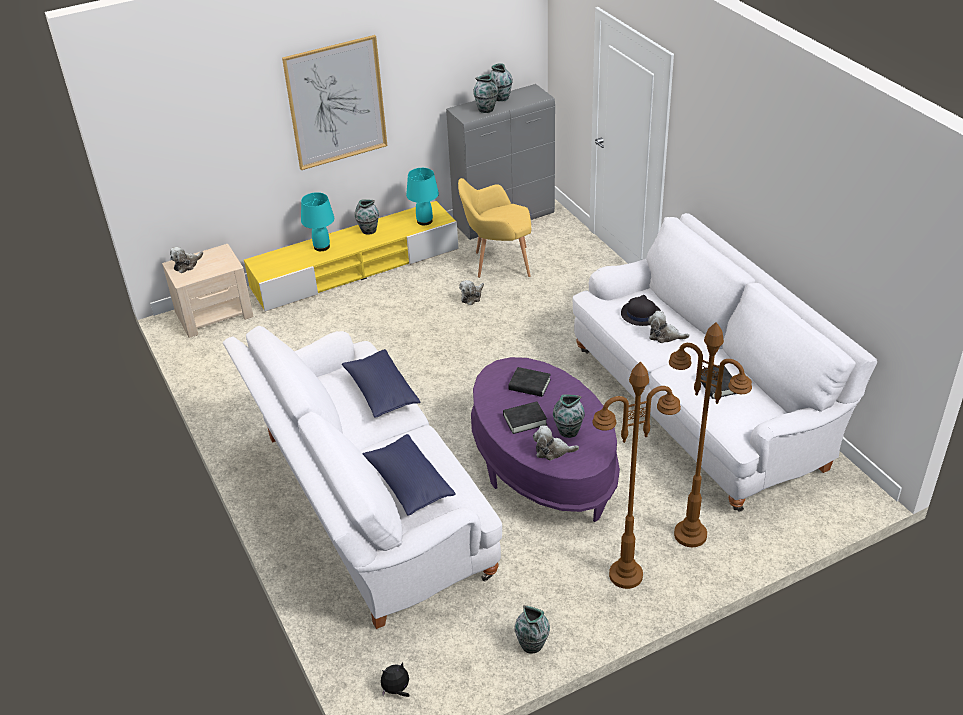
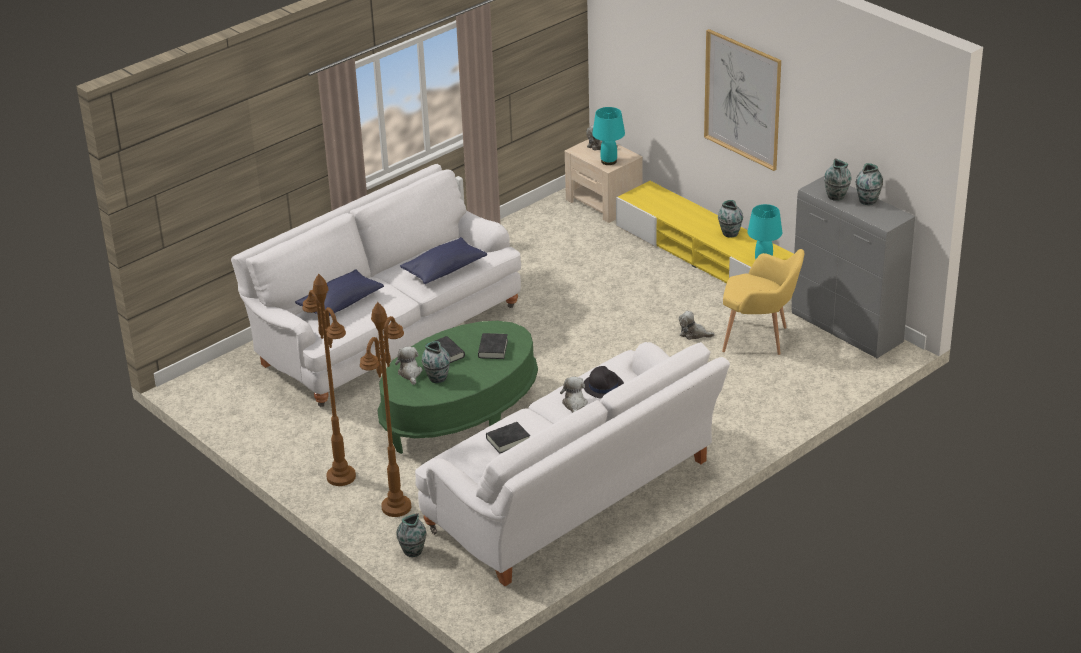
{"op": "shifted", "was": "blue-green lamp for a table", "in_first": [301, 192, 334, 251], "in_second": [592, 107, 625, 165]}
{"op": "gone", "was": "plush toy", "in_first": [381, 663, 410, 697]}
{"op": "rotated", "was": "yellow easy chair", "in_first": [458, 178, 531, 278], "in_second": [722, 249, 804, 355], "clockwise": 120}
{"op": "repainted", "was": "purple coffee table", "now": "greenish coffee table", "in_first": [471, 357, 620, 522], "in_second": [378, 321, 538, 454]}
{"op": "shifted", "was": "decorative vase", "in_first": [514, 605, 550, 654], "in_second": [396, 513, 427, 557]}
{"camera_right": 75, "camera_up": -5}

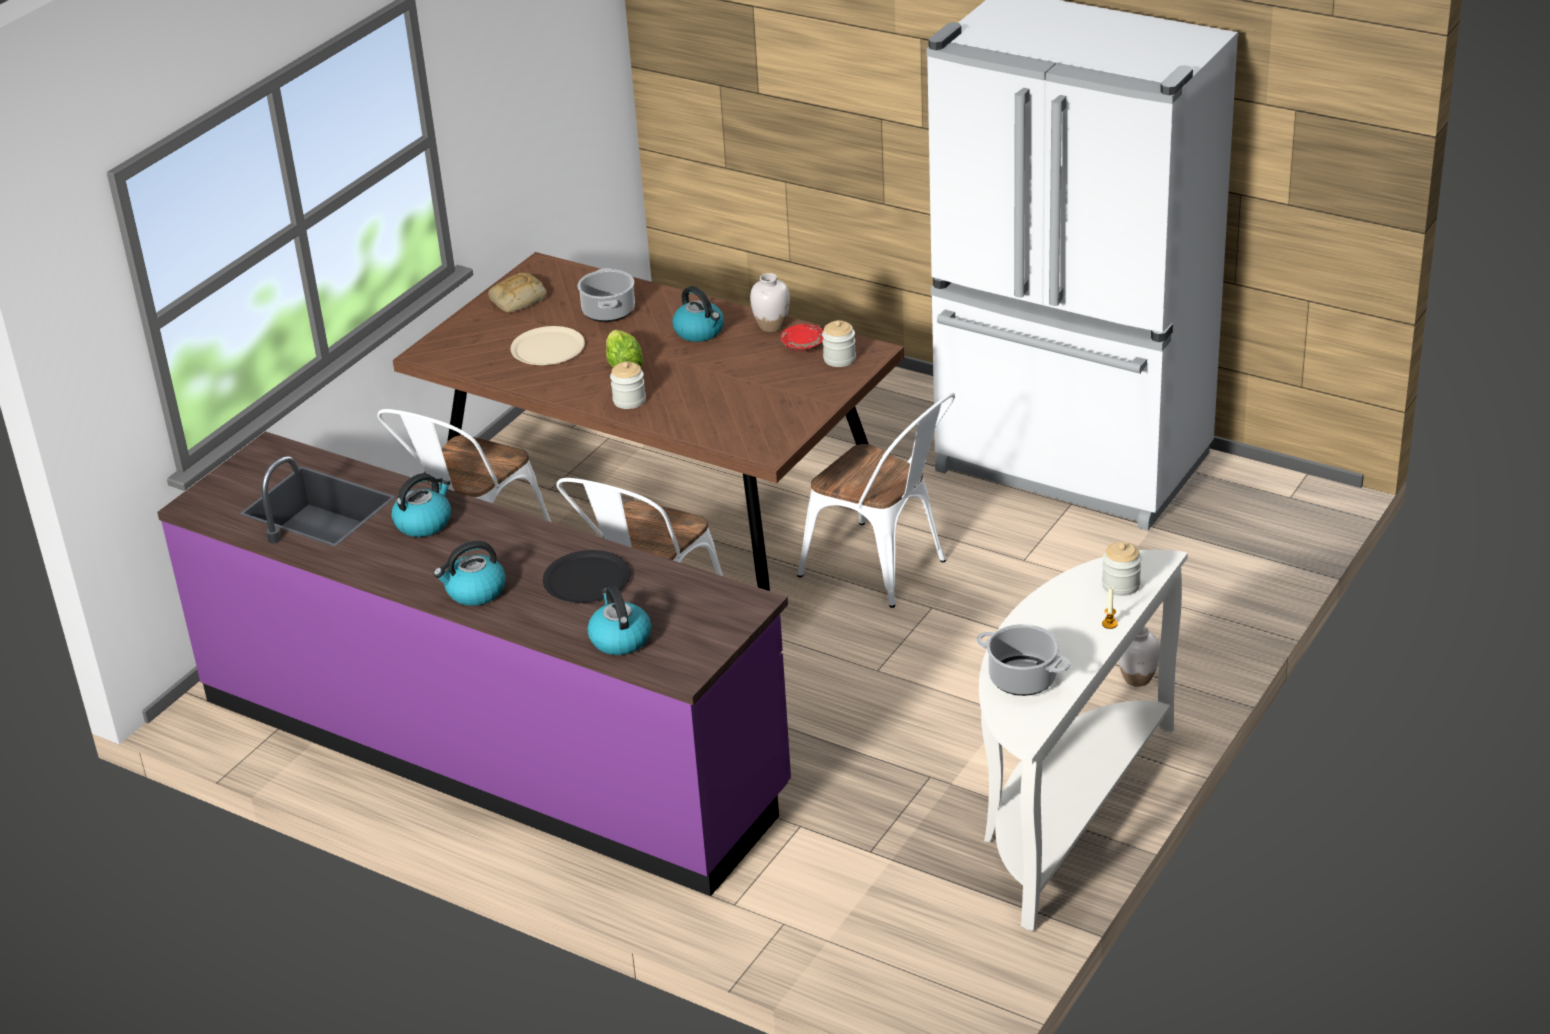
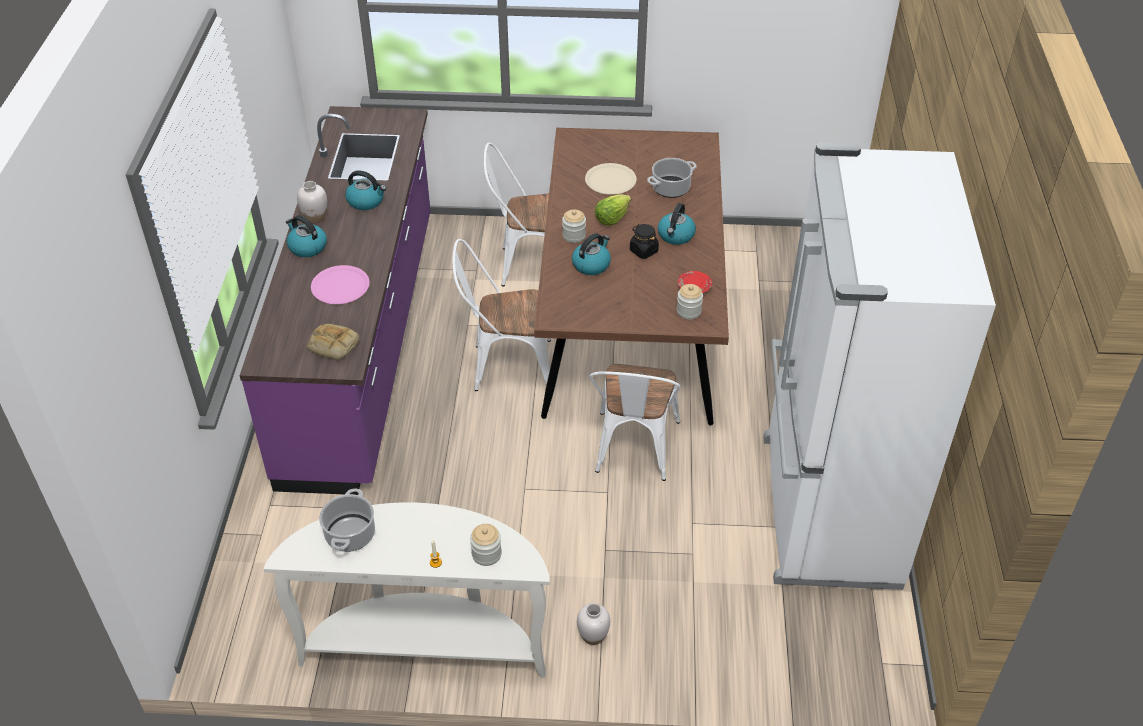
{"op": "shifted", "was": "bread", "in_first": [488, 273, 547, 313], "in_second": [307, 324, 359, 361]}
{"op": "repainted", "was": "blackish plate", "now": "pink-coloured plate", "in_first": [543, 550, 631, 603], "in_second": [311, 265, 370, 304]}
{"op": "shifted", "was": "kettle", "in_first": [587, 586, 651, 655], "in_second": [572, 233, 611, 275]}
{"op": "shifted", "was": "whitish decorative vase", "in_first": [750, 273, 790, 332], "in_second": [297, 181, 327, 224]}
{"op": "new", "now": "blackish storage jar", "in_second": [630, 224, 659, 259]}
{"camera_right": 60, "camera_up": 10}

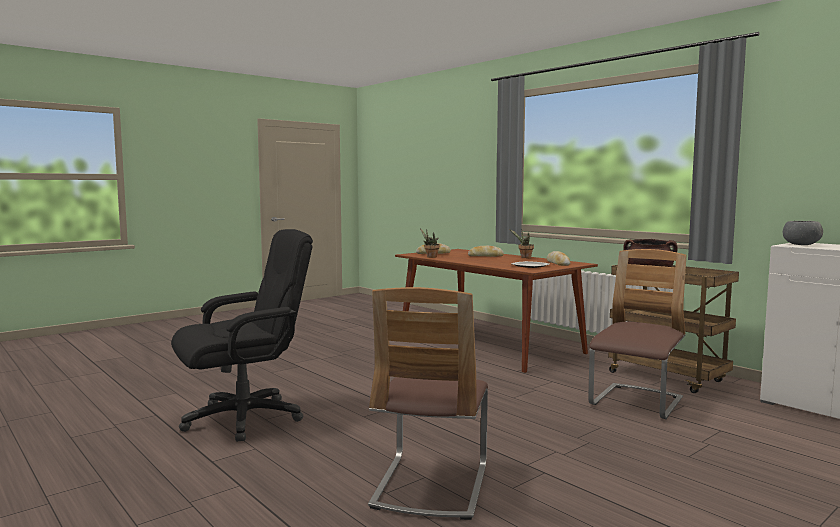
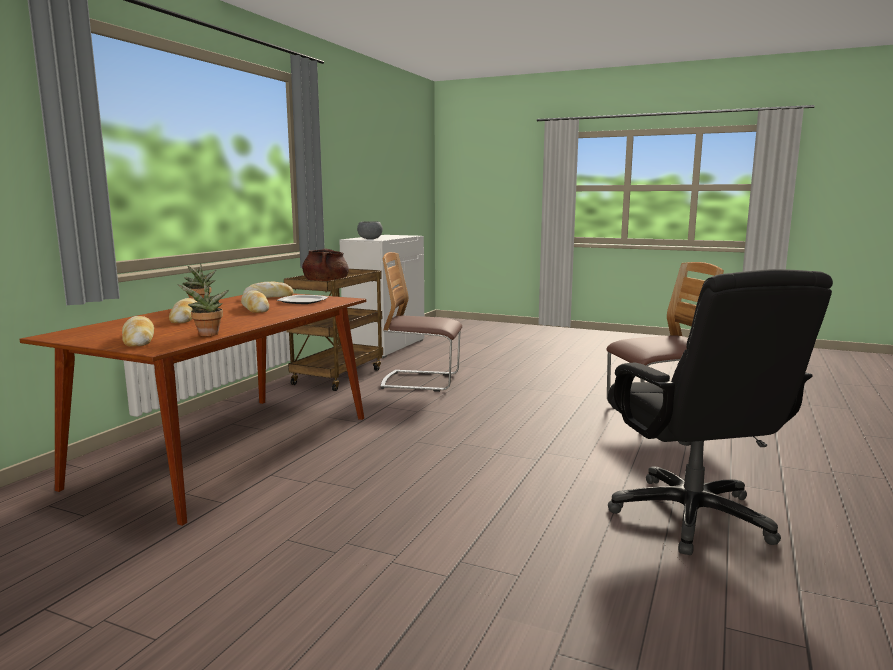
{"op": "rotated", "was": "blackish computer chair", "in_first": [171, 229, 313, 442], "in_second": [608, 269, 833, 555], "clockwise": -135}
{"op": "new", "now": "bread", "in_second": [241, 290, 269, 313]}
{"camera_right": -115, "camera_up": 5}

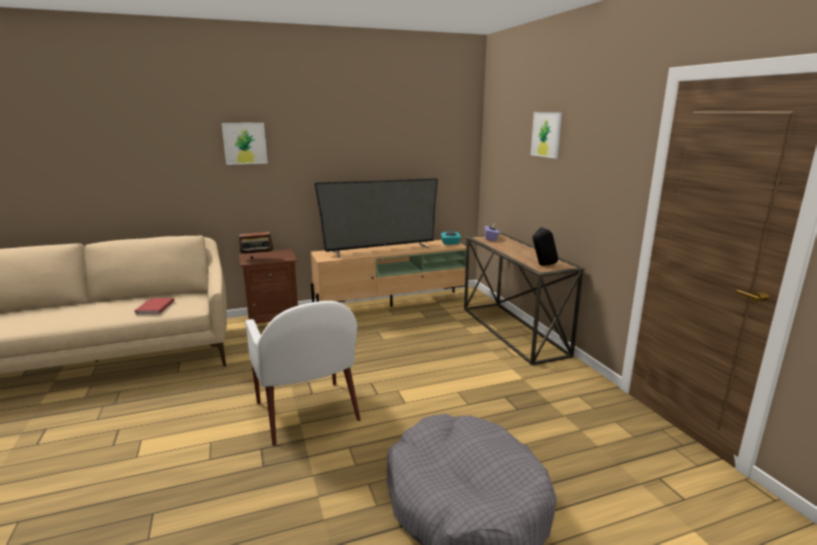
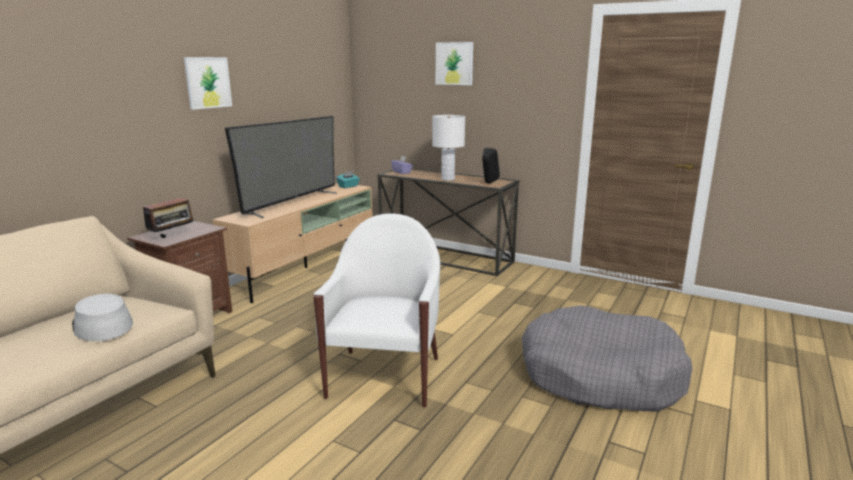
{"op": "swapped", "was": "reddish bound book", "now": "greyish wearable hat", "in_first": [134, 298, 174, 314], "in_second": [72, 294, 133, 341]}
{"op": "shifted", "was": "picture", "in_first": [221, 123, 267, 165], "in_second": [184, 57, 232, 110]}
{"op": "rotated", "was": "whitish easy chair", "in_first": [245, 301, 361, 446], "in_second": [313, 214, 440, 408], "clockwise": -105}
{"op": "new", "now": "whitish lamp for a table", "in_second": [432, 115, 465, 181]}
{"camera_right": -40, "camera_up": 0}

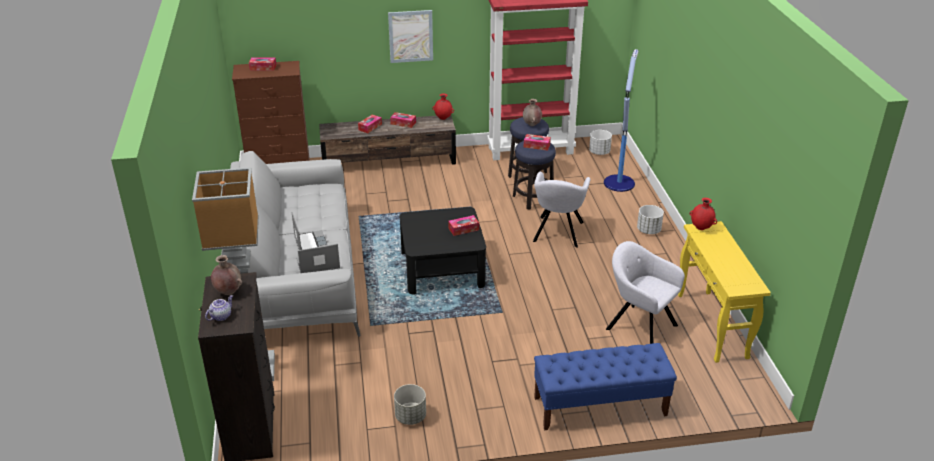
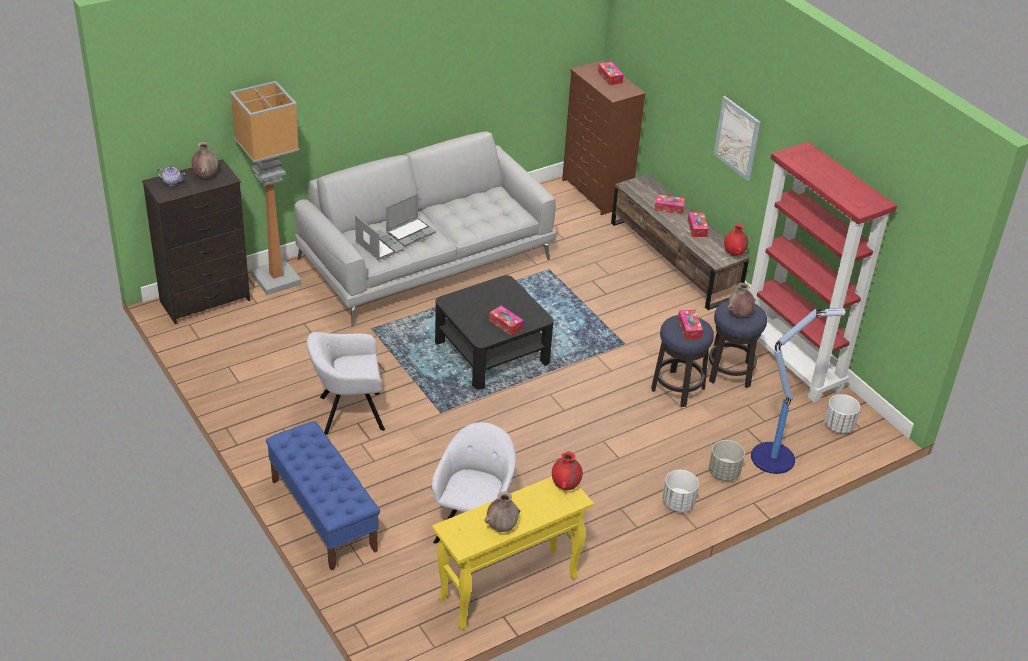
{"op": "shifted", "was": "greyish flower pot", "in_first": [394, 384, 426, 425], "in_second": [709, 440, 745, 481]}
{"op": "shifted", "was": "greyish easy chair", "in_first": [533, 172, 591, 248], "in_second": [307, 332, 385, 435]}
{"op": "new", "now": "brown-coloured decorative vase", "in_second": [484, 492, 520, 532]}
{"camera_right": 65, "camera_up": 5}

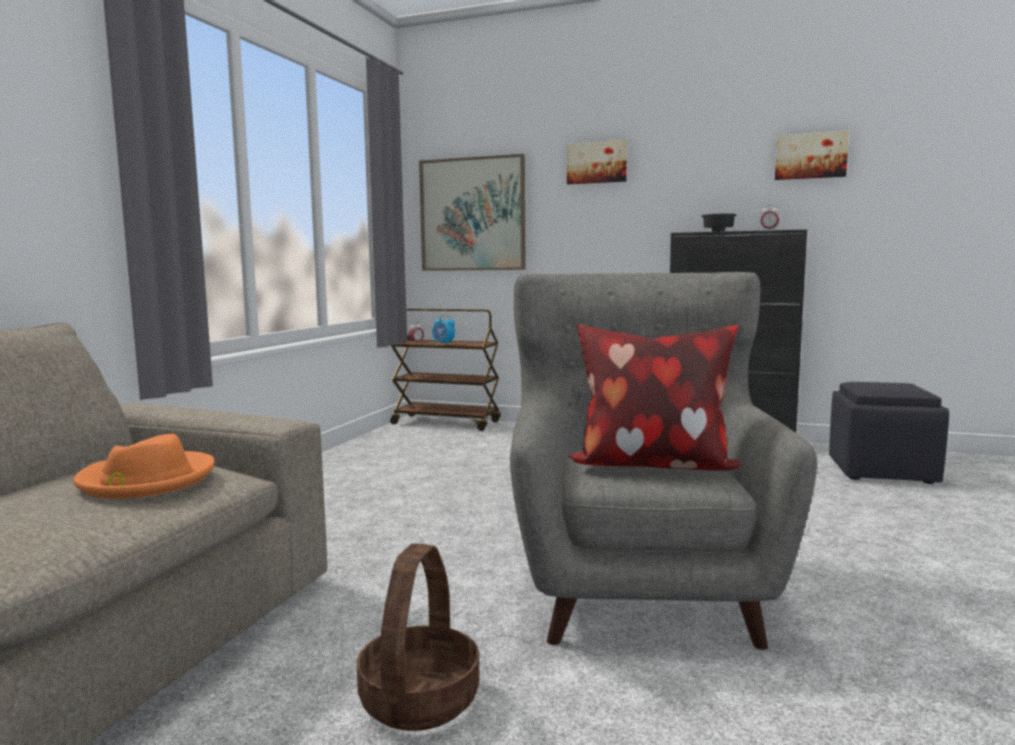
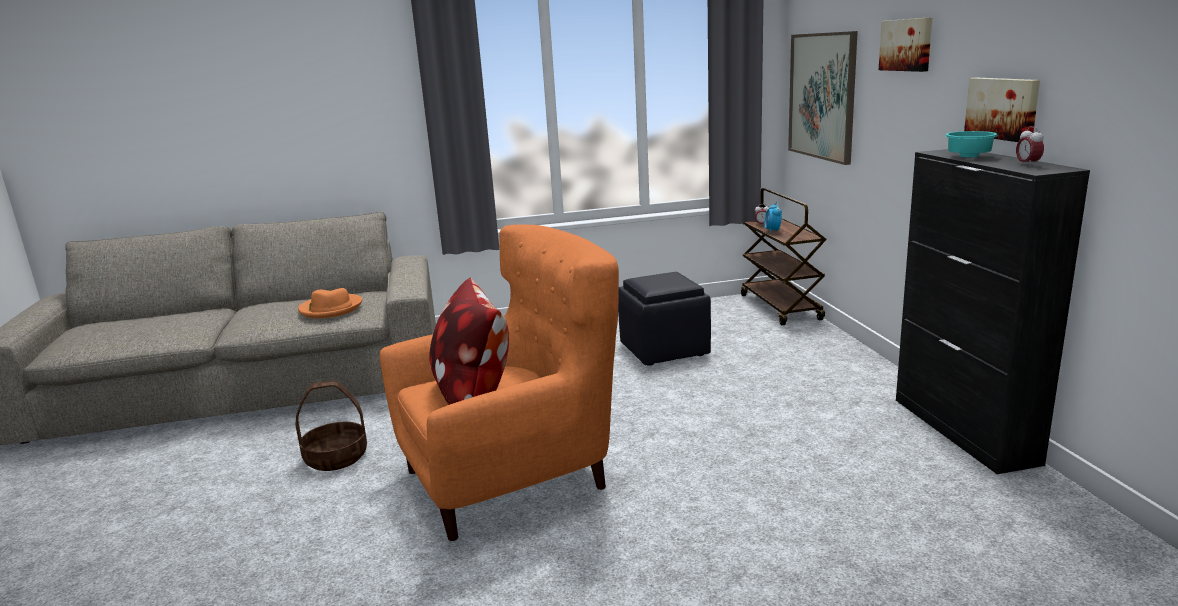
{"op": "repainted", "was": "greyish easy chair", "now": "orangey easy chair", "in_first": [510, 272, 817, 650], "in_second": [380, 224, 619, 541]}
{"op": "repainted", "was": "blackish deep dish", "now": "blue-green deep dish", "in_first": [701, 213, 737, 232], "in_second": [945, 131, 998, 158]}
{"op": "shifted", "was": "picture", "in_first": [775, 131, 849, 180], "in_second": [964, 77, 1040, 142]}
{"op": "shifted", "was": "blackish ottoman", "in_first": [829, 382, 949, 484], "in_second": [618, 272, 711, 366]}
{"camera_right": 60, "camera_up": 10}

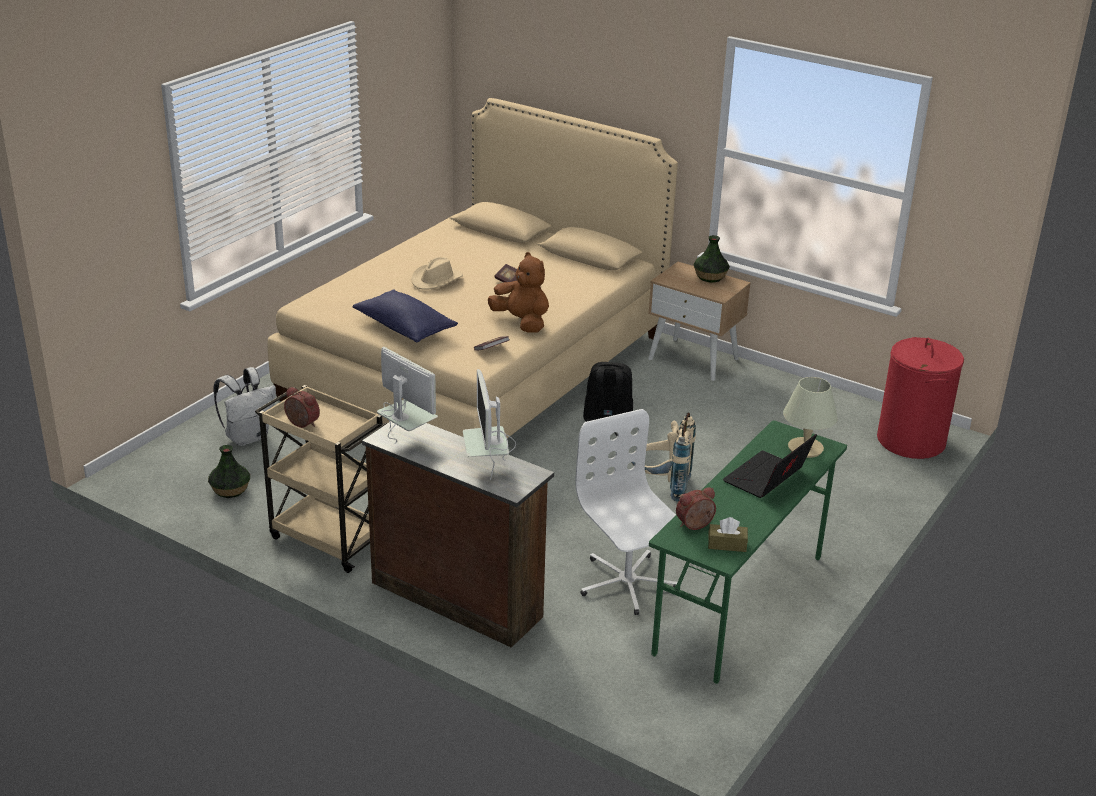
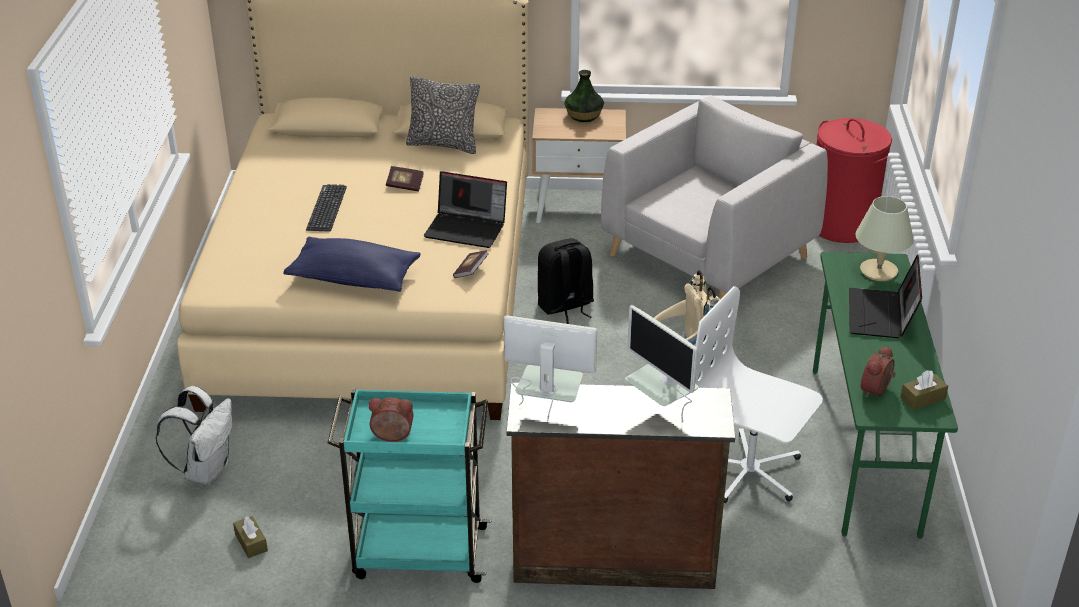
{"op": "swapped", "was": "decorative vase", "now": "brown-coloured tissue box", "in_first": [208, 445, 250, 498], "in_second": [233, 516, 268, 558]}
{"op": "repainted", "was": "beige-coloured cart", "now": "blue-green cart", "in_first": [255, 385, 387, 573], "in_second": [328, 389, 491, 583]}
{"op": "swapped", "was": "beige-coloured wearable hat", "now": "computer keyboard", "in_first": [411, 257, 463, 290], "in_second": [306, 184, 347, 232]}
{"op": "swapped", "was": "brown-coloured plush toy", "now": "portable computer", "in_first": [488, 252, 549, 333], "in_second": [424, 171, 507, 248]}
{"op": "new", "now": "throw pillow", "in_second": [406, 76, 480, 154]}
{"op": "new", "now": "greyish easy chair", "in_second": [601, 96, 828, 299]}
{"camera_right": -30, "camera_up": 5}

